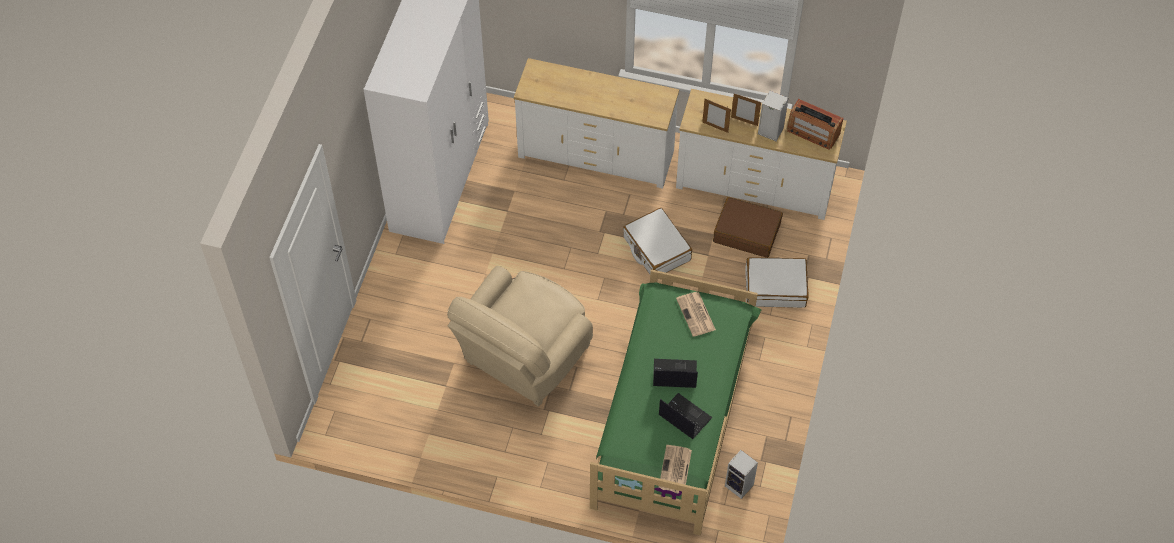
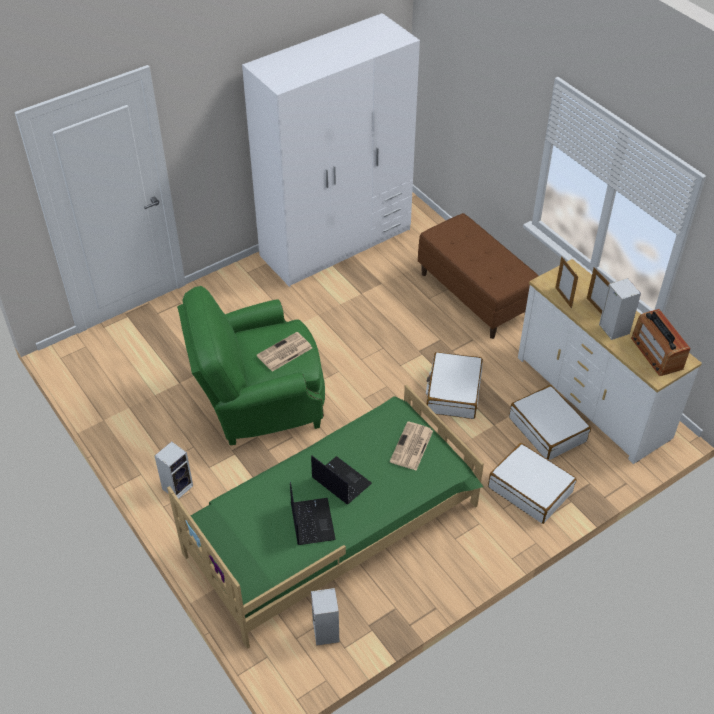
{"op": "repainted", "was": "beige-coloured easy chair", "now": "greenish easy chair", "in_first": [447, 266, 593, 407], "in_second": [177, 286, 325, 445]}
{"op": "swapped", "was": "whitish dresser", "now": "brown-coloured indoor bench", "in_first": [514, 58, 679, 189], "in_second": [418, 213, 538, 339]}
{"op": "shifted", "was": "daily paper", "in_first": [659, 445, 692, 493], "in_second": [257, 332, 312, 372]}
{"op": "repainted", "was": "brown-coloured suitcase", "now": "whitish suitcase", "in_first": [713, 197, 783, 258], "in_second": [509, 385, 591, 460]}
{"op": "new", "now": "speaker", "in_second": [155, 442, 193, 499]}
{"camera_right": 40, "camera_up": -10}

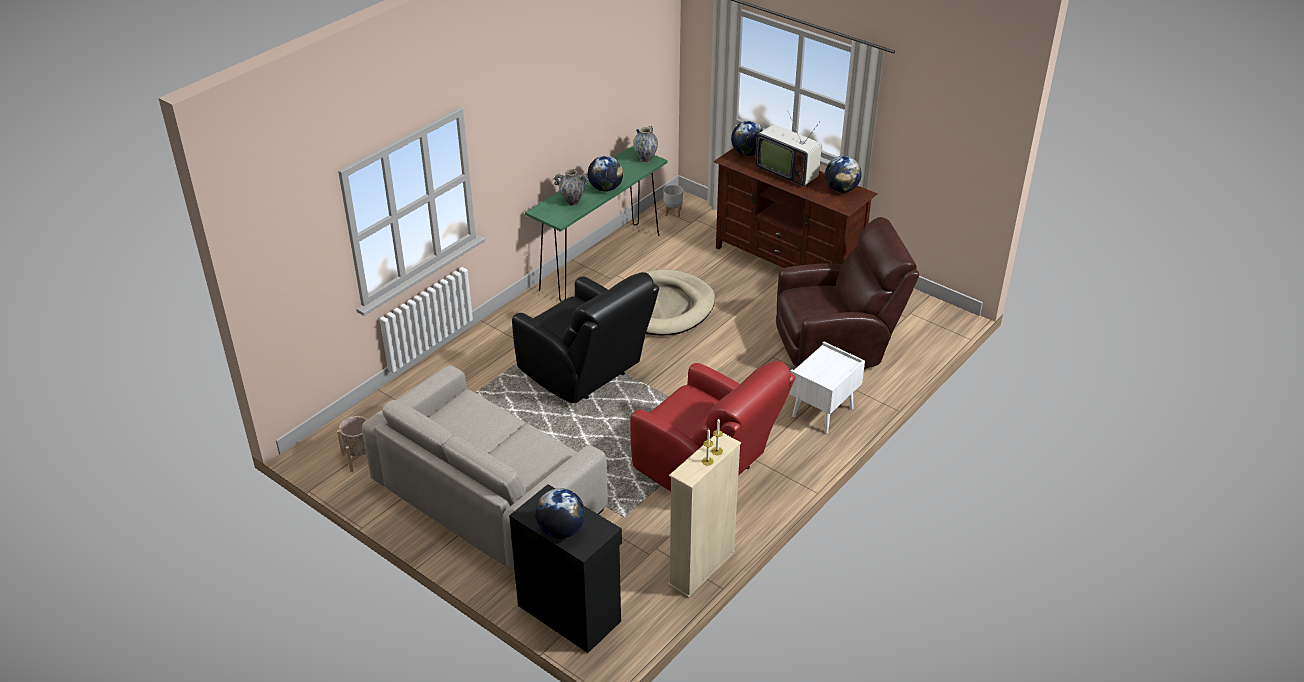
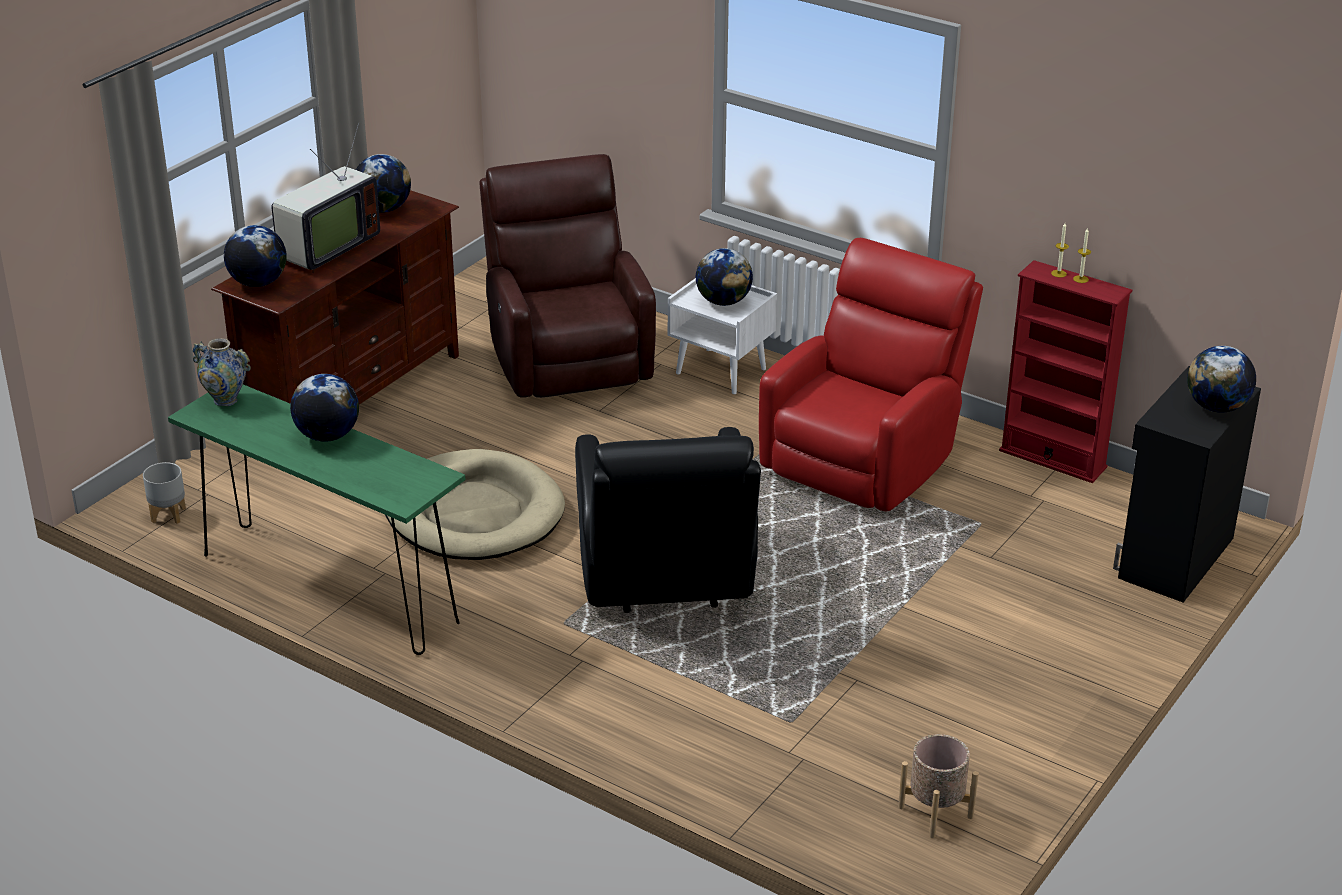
{"op": "gone", "was": "beige-coloured settee", "in_first": [362, 365, 608, 573]}
{"op": "rotated", "was": "blackish easy chair", "in_first": [512, 272, 659, 403], "in_second": [575, 427, 761, 613], "clockwise": 135}
{"op": "gone", "was": "decorative vase", "in_first": [554, 169, 589, 206]}
{"op": "repainted", "was": "beige-coloured bookshelf", "now": "reddish bookshelf", "in_first": [668, 433, 741, 598], "in_second": [999, 260, 1132, 483]}
{"op": "new", "now": "globe", "in_second": [696, 248, 753, 306]}
{"camera_right": -95, "camera_up": -5}

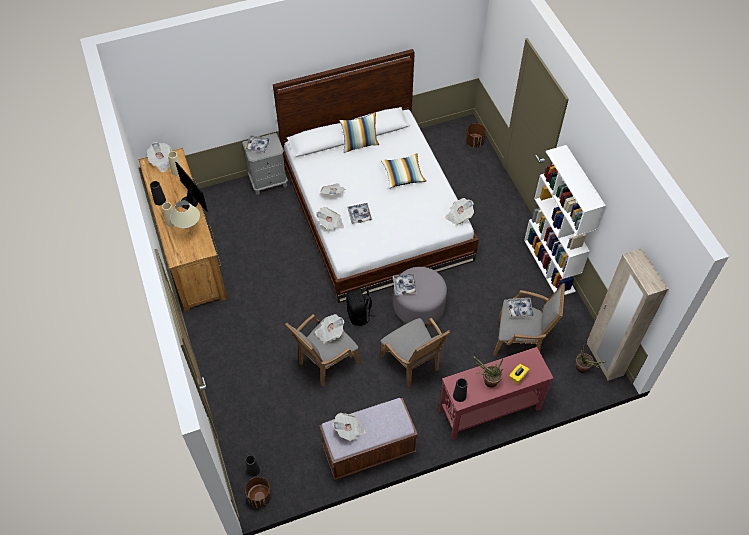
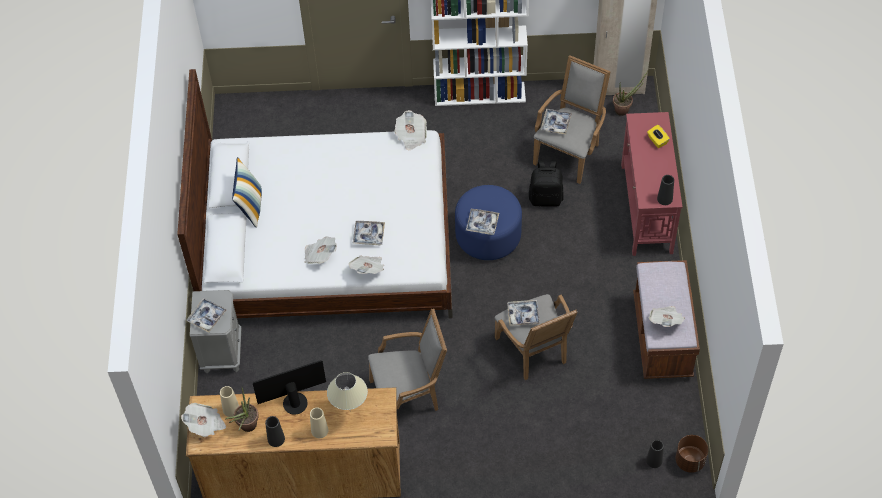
{"op": "swapped", "was": "daily paper", "now": "tray", "in_first": [315, 314, 345, 344], "in_second": [507, 300, 540, 326]}
{"op": "shifted", "was": "blackish knapsack", "in_first": [346, 287, 376, 326], "in_second": [529, 161, 563, 207]}
{"op": "shifted", "was": "greyish easy chair", "in_first": [380, 318, 450, 387], "in_second": [368, 308, 447, 411]}
{"op": "gone", "was": "throw pillow", "in_first": [381, 153, 426, 188]}
{"op": "repainted", "was": "greyish ottoman", "now": "bluish ottoman", "in_first": [393, 267, 447, 325], "in_second": [455, 185, 522, 260]}
{"op": "gone", "was": "brown-coloured flower pot", "in_first": [466, 123, 486, 148]}
{"op": "shifted", "was": "potted plant", "in_first": [472, 356, 504, 388], "in_second": [225, 386, 259, 432]}
{"camera_right": -70, "camera_up": 0}

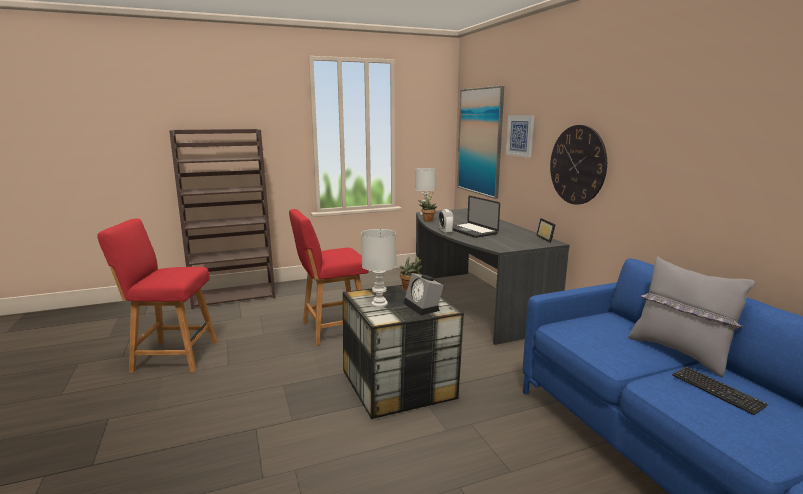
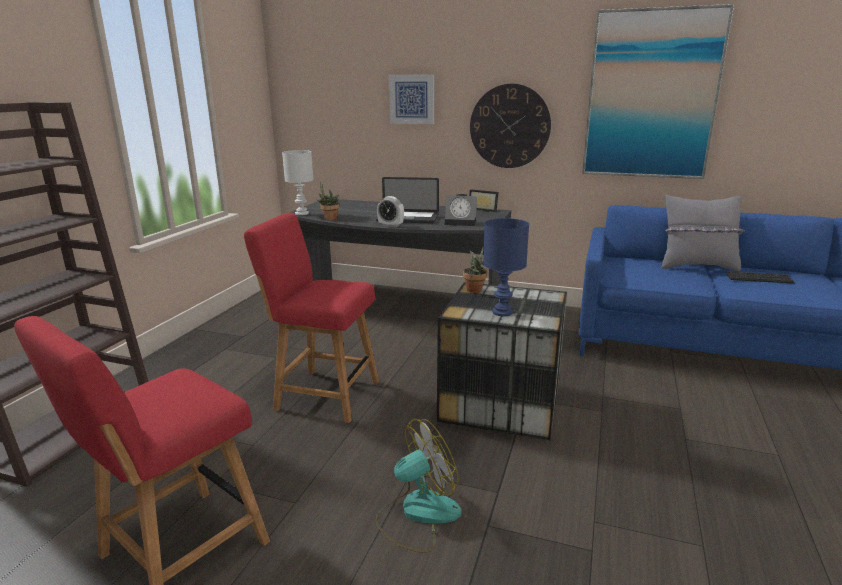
{"op": "rotated", "was": "reddish plain chair", "in_first": [289, 209, 369, 345], "in_second": [244, 213, 379, 423], "clockwise": 90}
{"op": "repainted", "was": "whitish lamp for a table", "now": "bluish lamp for a table", "in_first": [361, 229, 396, 307], "in_second": [483, 218, 529, 316]}
{"op": "shifted", "was": "alarm clock", "in_first": [404, 273, 444, 315], "in_second": [445, 194, 477, 226]}
{"op": "shifted", "was": "picture", "in_first": [457, 86, 504, 199], "in_second": [582, 4, 734, 179]}
{"op": "new", "now": "cooling fan", "in_second": [376, 419, 462, 553]}
{"camera_right": -50, "camera_up": 5}

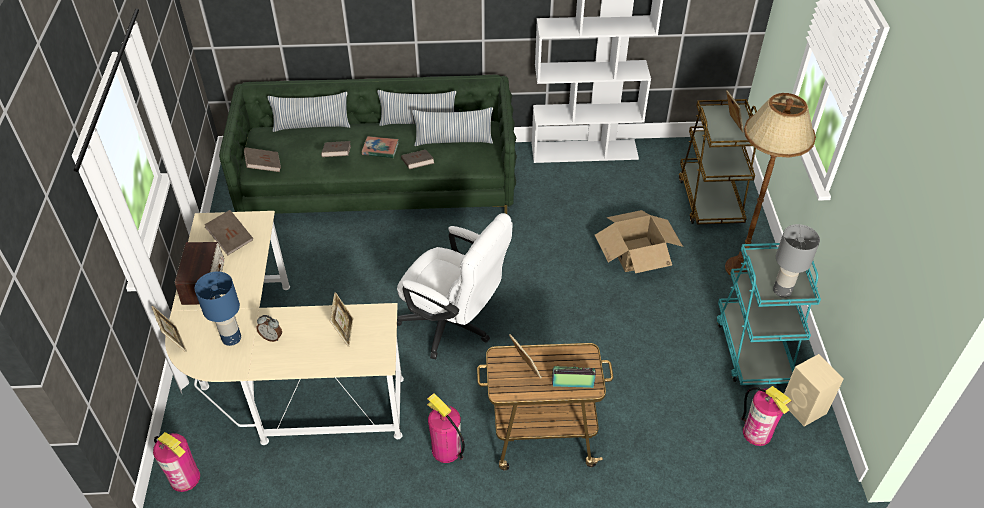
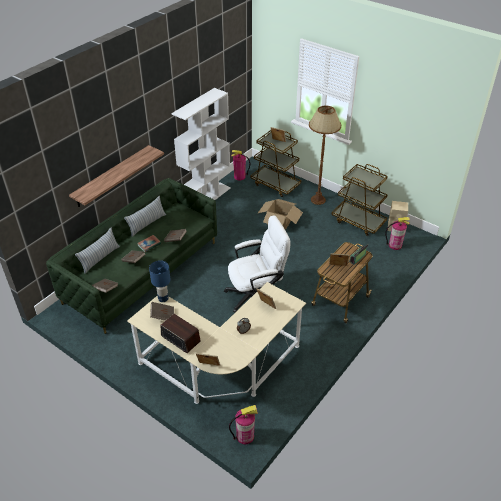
{"op": "shifted", "was": "bluish lamp for a table", "in_first": [195, 271, 241, 346], "in_second": [149, 260, 171, 302]}
{"op": "gone", "was": "throw pillow", "in_first": [412, 107, 493, 146]}
{"op": "shifted", "was": "fire-fighting cylinder", "in_first": [427, 393, 465, 463], "in_second": [231, 150, 250, 180]}
{"op": "repainted", "was": "blue-green cart", "now": "brown-coloured cart", "in_first": [717, 243, 821, 385], "in_second": [331, 164, 388, 236]}
{"op": "gone", "was": "greyish lamp for a table", "in_first": [773, 224, 820, 298]}
{"op": "new", "now": "shelf", "in_second": [69, 145, 164, 207]}
{"camera_right": -50, "camera_up": -5}

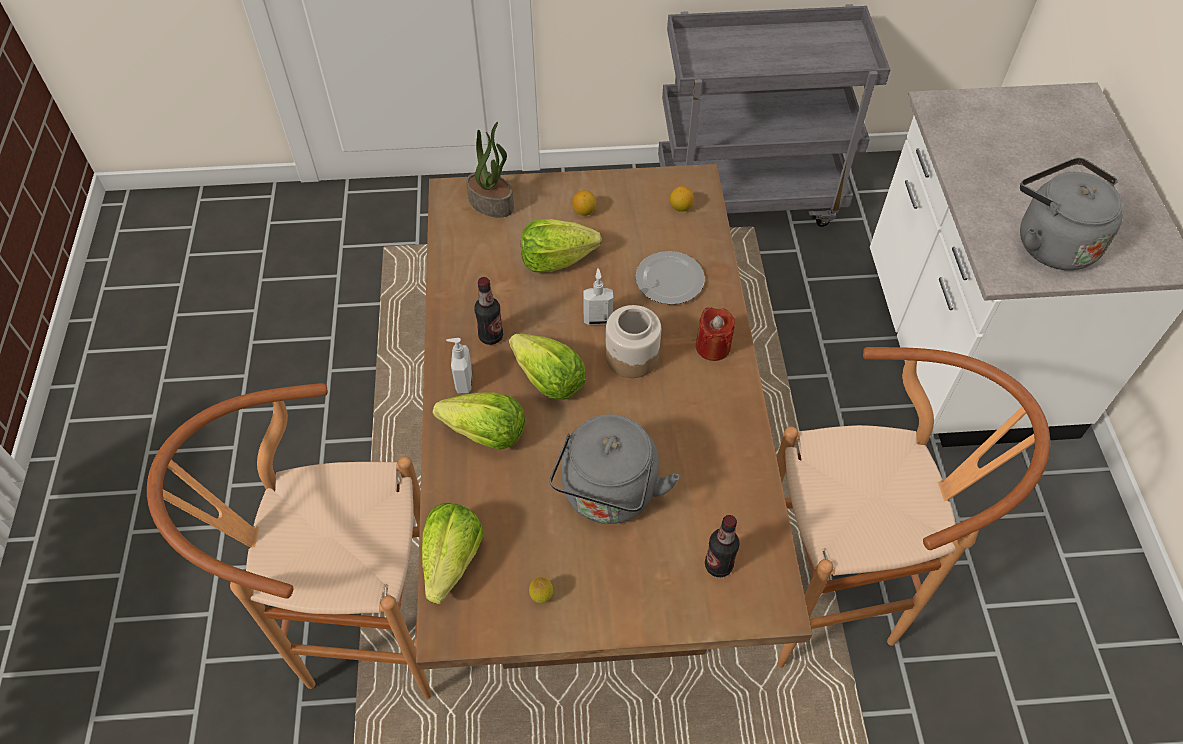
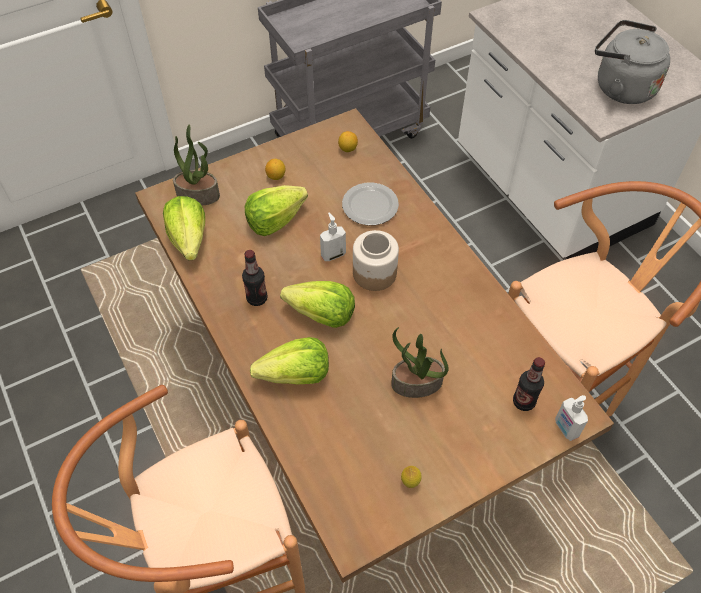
{"op": "shifted", "was": "lettuce", "in_first": [422, 503, 484, 604], "in_second": [163, 196, 205, 260]}
{"op": "shifted", "was": "soap dispenser", "in_first": [446, 338, 473, 393], "in_second": [555, 395, 588, 441]}
{"op": "swapped", "was": "greyish kettle", "now": "potted plant", "in_first": [549, 414, 679, 524], "in_second": [391, 327, 449, 398]}
{"op": "gone", "was": "reddish wax light", "in_first": [696, 308, 735, 361]}
{"camera_right": -25, "camera_up": 0}

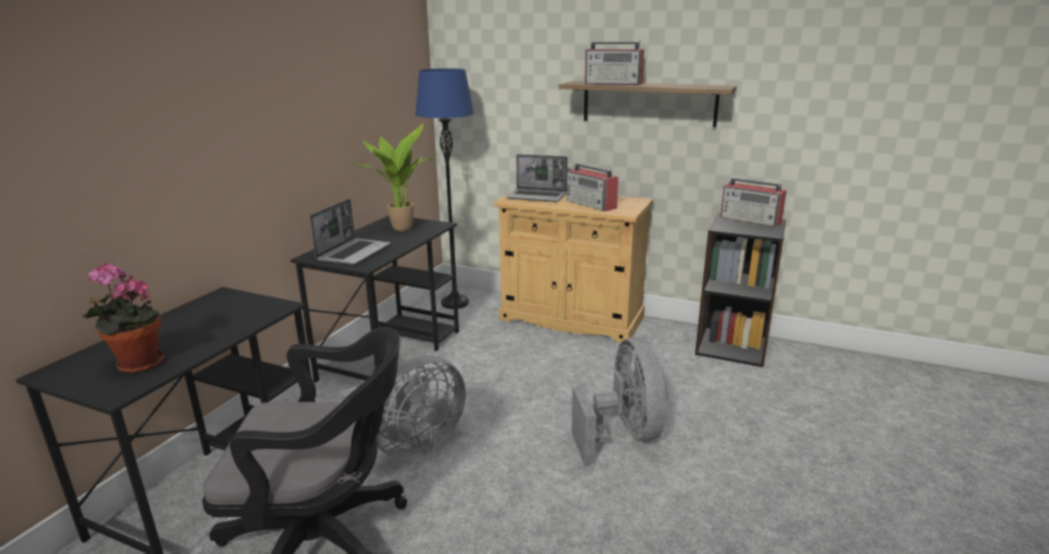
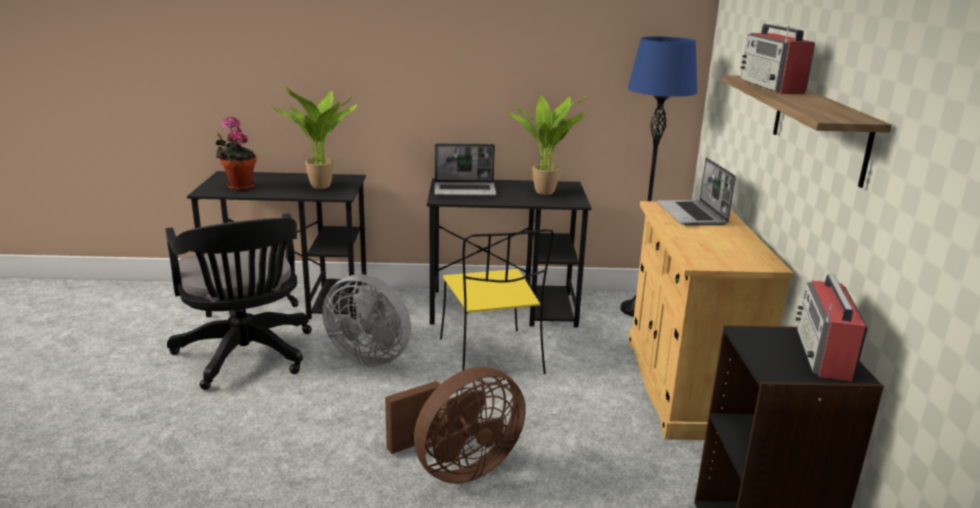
{"op": "gone", "was": "radio receiver", "in_first": [567, 164, 618, 211]}
{"op": "repainted", "was": "greyish cooling fan", "now": "brown-coloured cooling fan", "in_first": [572, 337, 667, 465], "in_second": [385, 367, 526, 484]}
{"op": "new", "now": "potted plant", "in_second": [271, 87, 357, 189]}
{"op": "new", "now": "yellow plain chair", "in_second": [440, 229, 554, 374]}
{"camera_right": 65, "camera_up": 0}

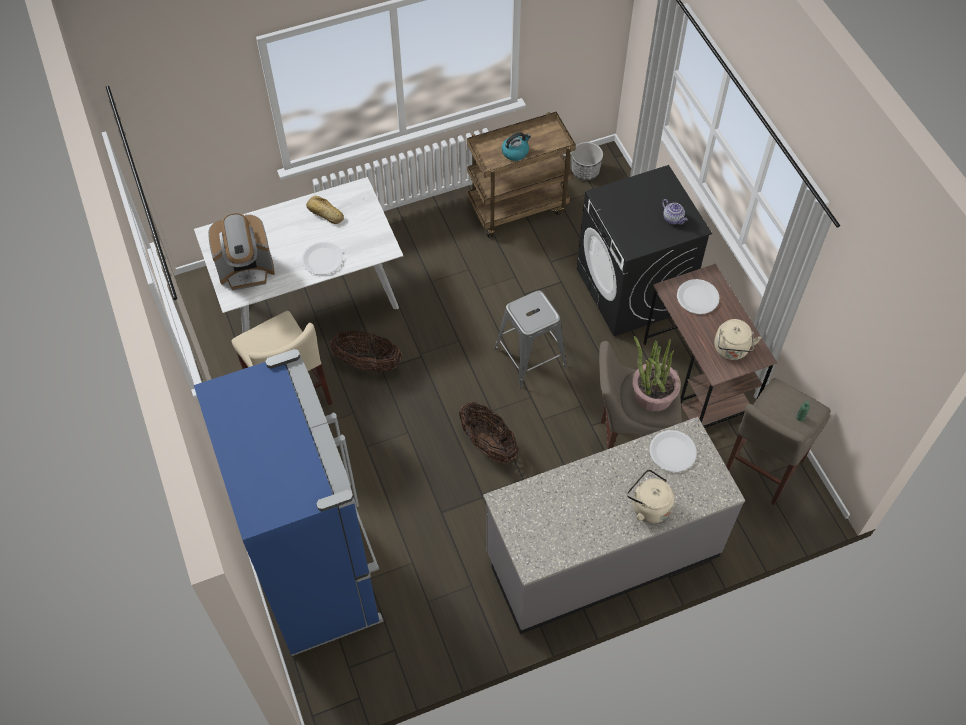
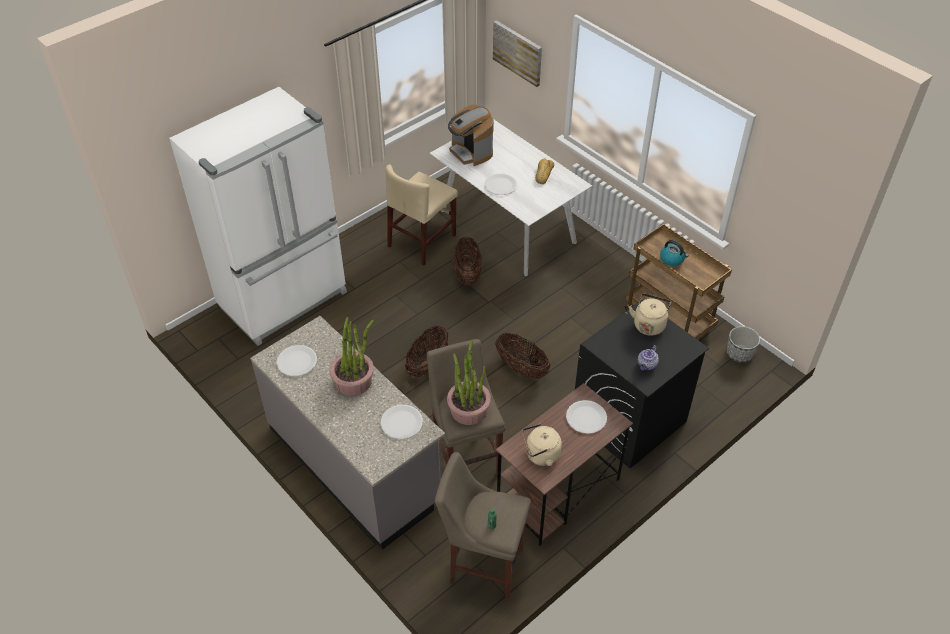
{"op": "repainted", "was": "bluish kitchen fridge", "now": "whitish kitchen fridge", "in_first": [194, 349, 384, 656], "in_second": [169, 87, 347, 346]}
{"op": "swapped", "was": "greyish stool seat", "now": "household basket", "in_first": [494, 290, 567, 388], "in_second": [495, 333, 551, 379]}
{"op": "shifted", "was": "beige-coloured kettle", "in_first": [627, 469, 675, 523], "in_second": [629, 293, 672, 336]}
{"op": "new", "now": "whitish plate", "in_second": [277, 345, 317, 376]}
{"op": "new", "now": "potted plant", "in_second": [330, 317, 374, 396]}
{"op": "new", "now": "picture", "in_second": [493, 20, 542, 87]}
{"camera_right": 70, "camera_up": -10}

